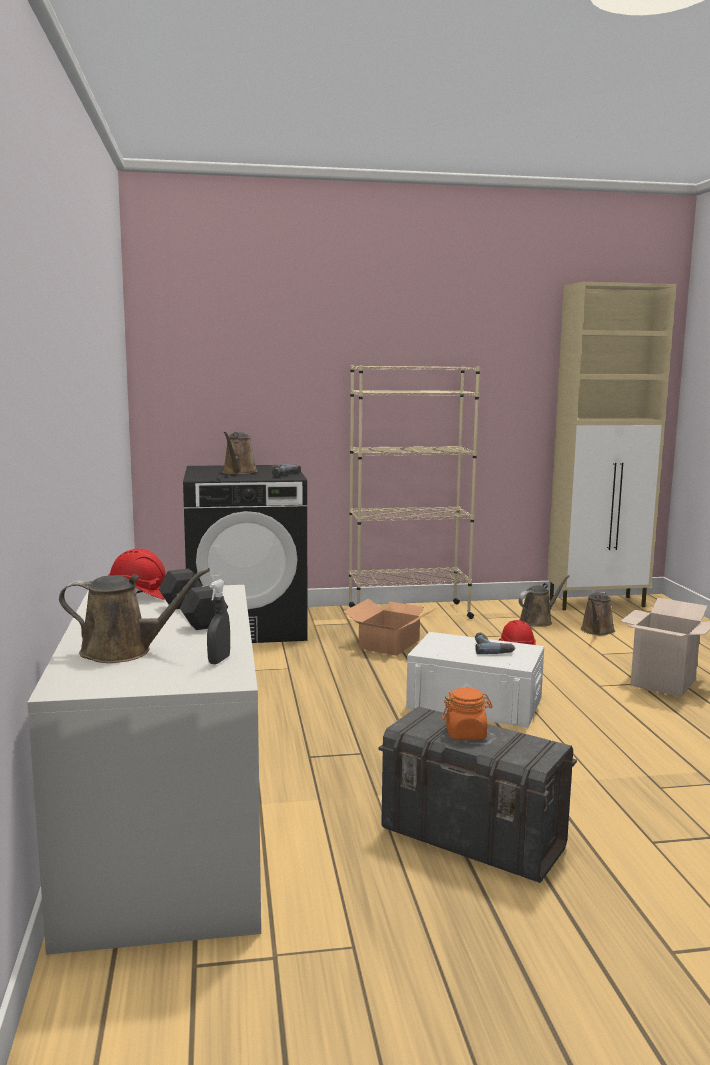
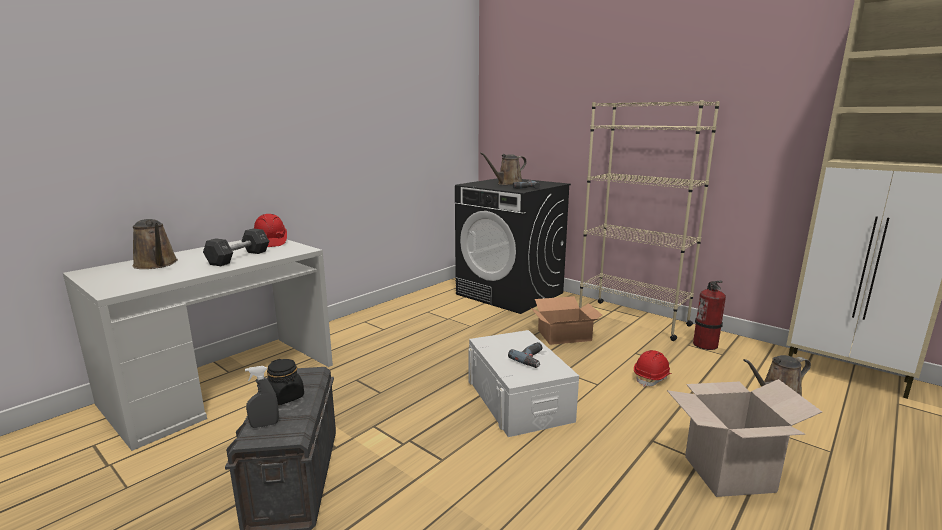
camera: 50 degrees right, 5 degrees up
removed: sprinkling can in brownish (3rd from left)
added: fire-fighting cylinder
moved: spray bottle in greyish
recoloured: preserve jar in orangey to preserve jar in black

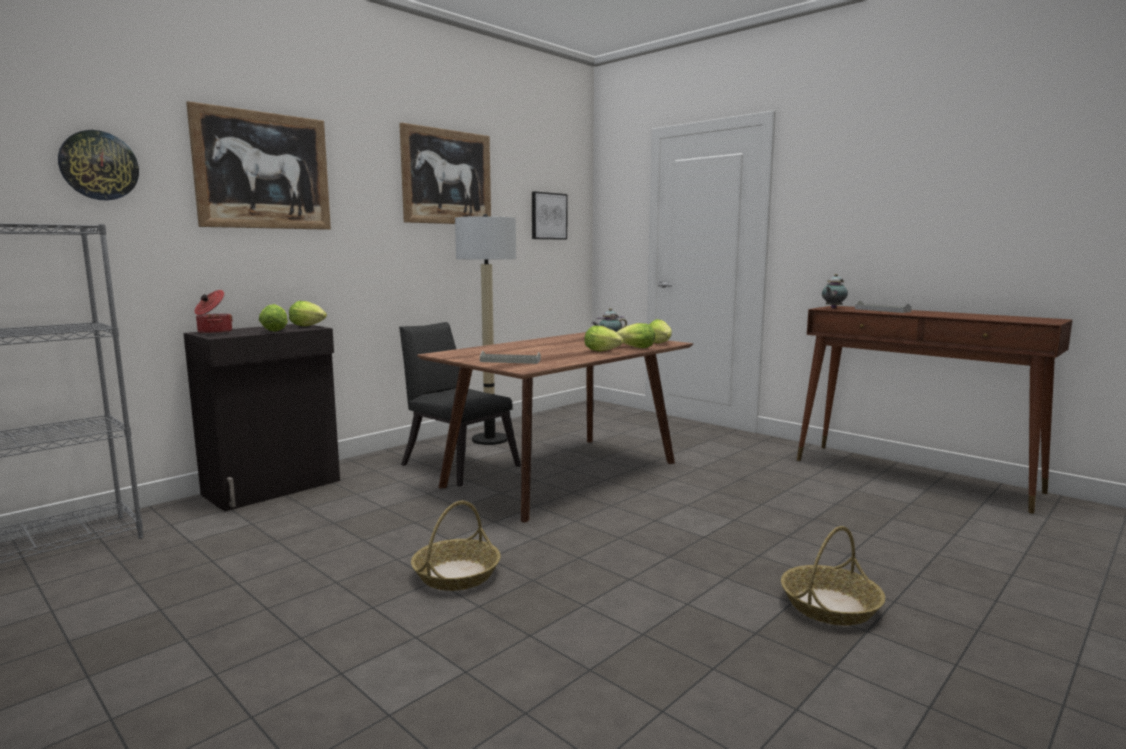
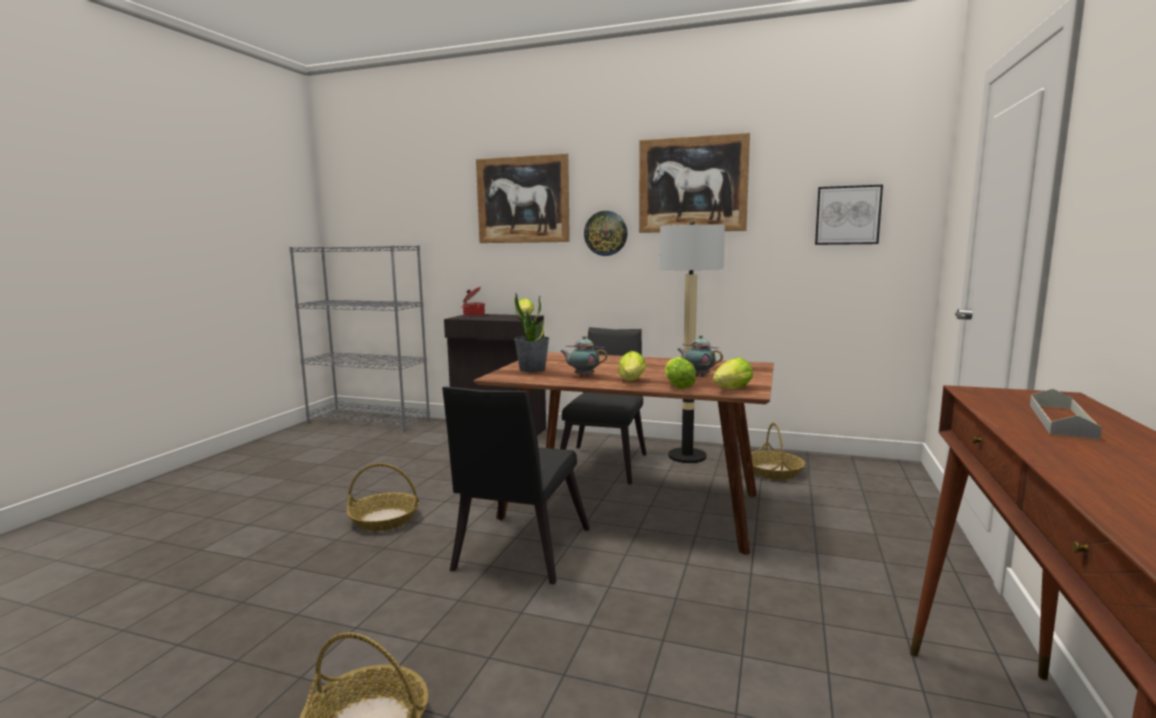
camera: 65 degrees right, 0 degrees up
removed: lettuce head (1st from left)
added: chair in black (1st from left); storage basket (3rd from left)
moved: clock on the wall; pot for tea (2nd from left in the first image) to pot for tea (1st from left)
replaced: carrying tray in greyish (1st from left) to houseplant

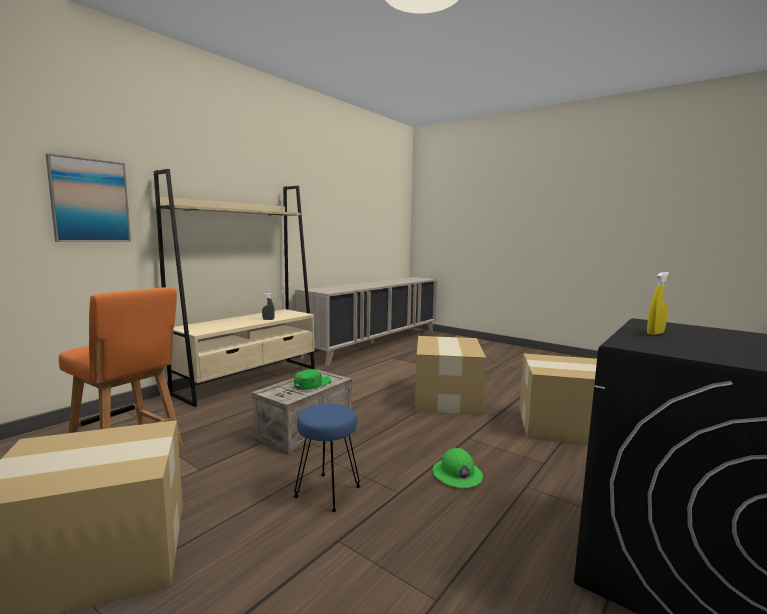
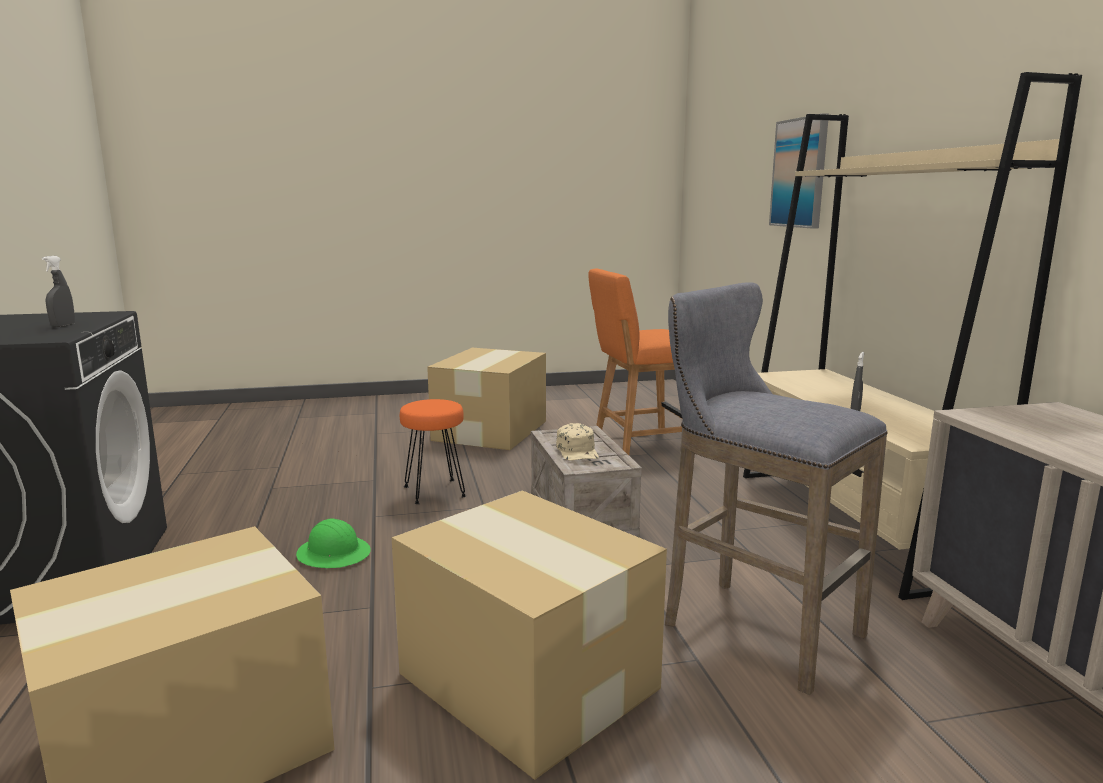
camera: 130 degrees right, 5 degrees up
added: sitting stool in greyish
recoloured: baseball cap in green-coloured to baseball cap in beige-coloured; sitting stool in blue to sitting stool in orangey; spray bottle in yellowish to spray bottle in greyish (1st from left)

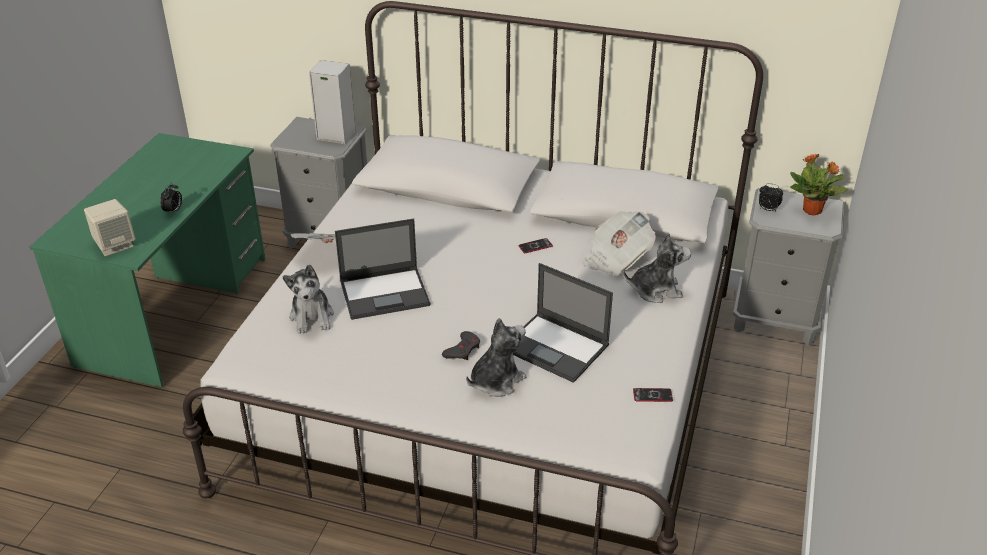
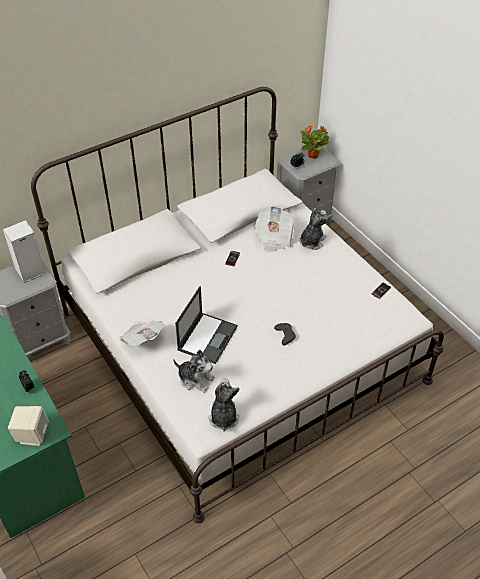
camera: 50 degrees left, 10 degrees up
removed: portable computer (2nd from left)
moved: soft toy (2nd from left)

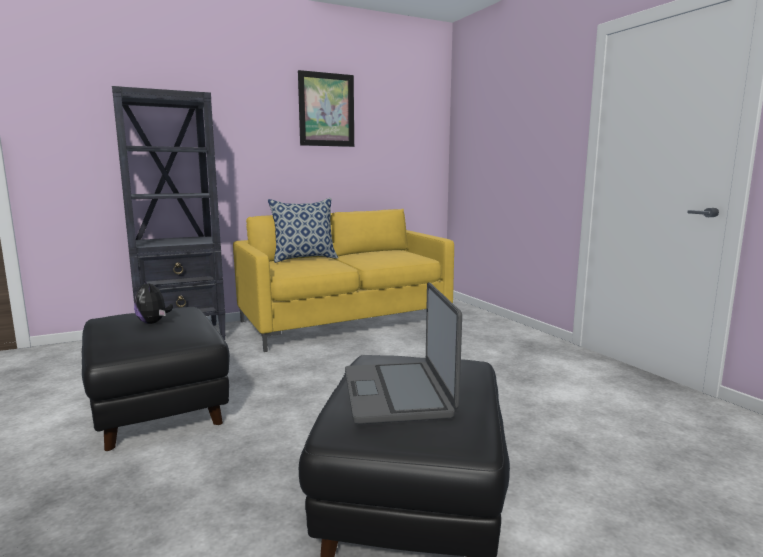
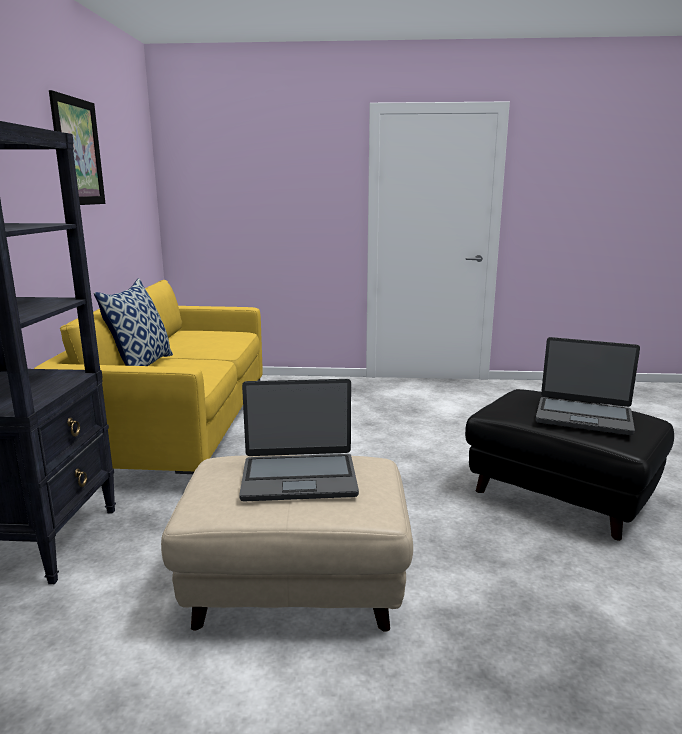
camera: 60 degrees left, 5 degrees up
replaced: soft toy to portable computer (1st from left)
recoloured: ottoman in black (1st from left) to ottoman in beige-coloured

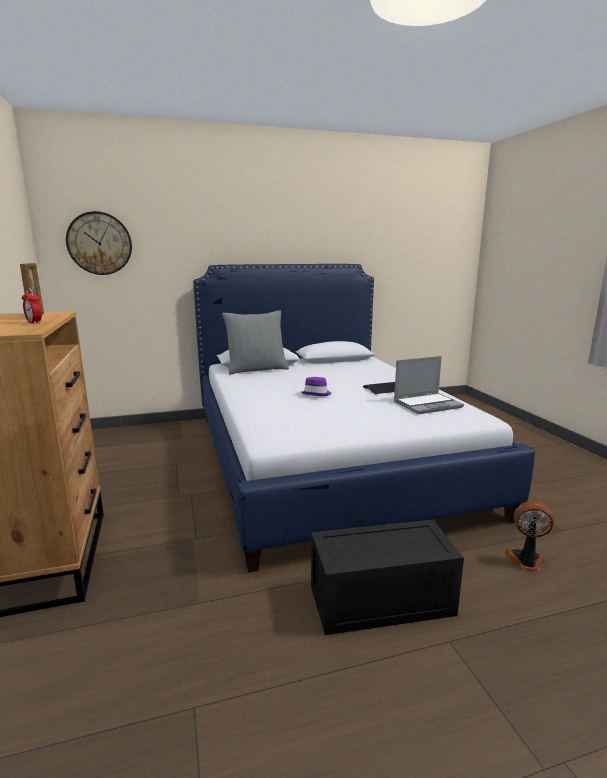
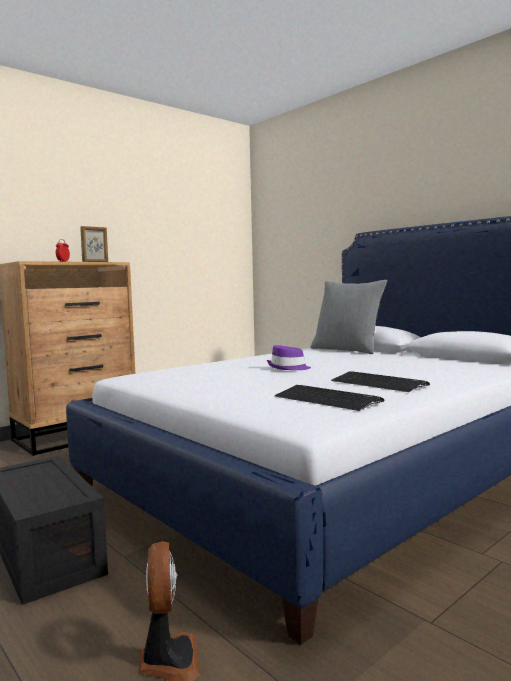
camera: 65 degrees right, 10 degrees down
removed: clock on the wall
replaced: portable computer to PC keyboard (1st from left)

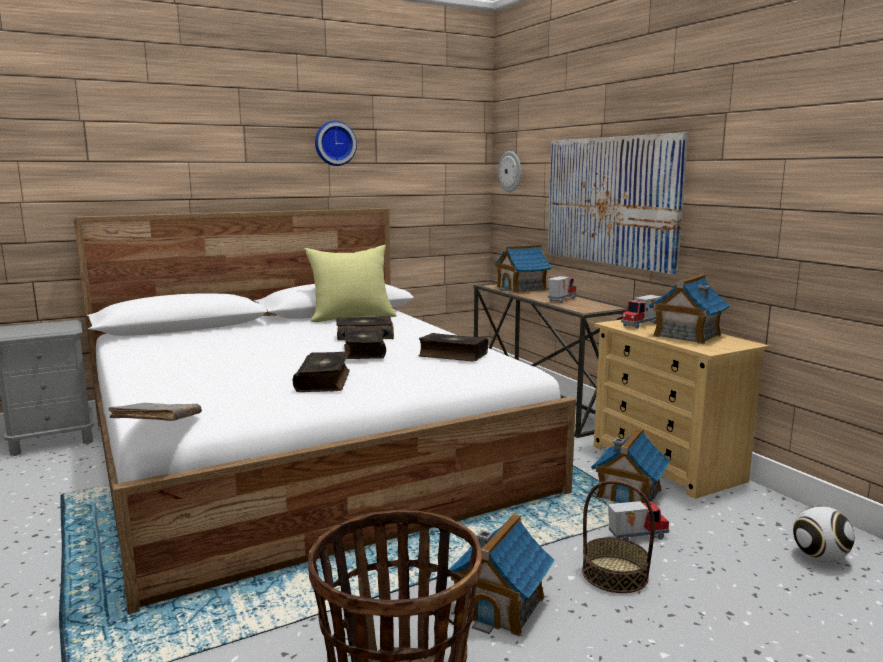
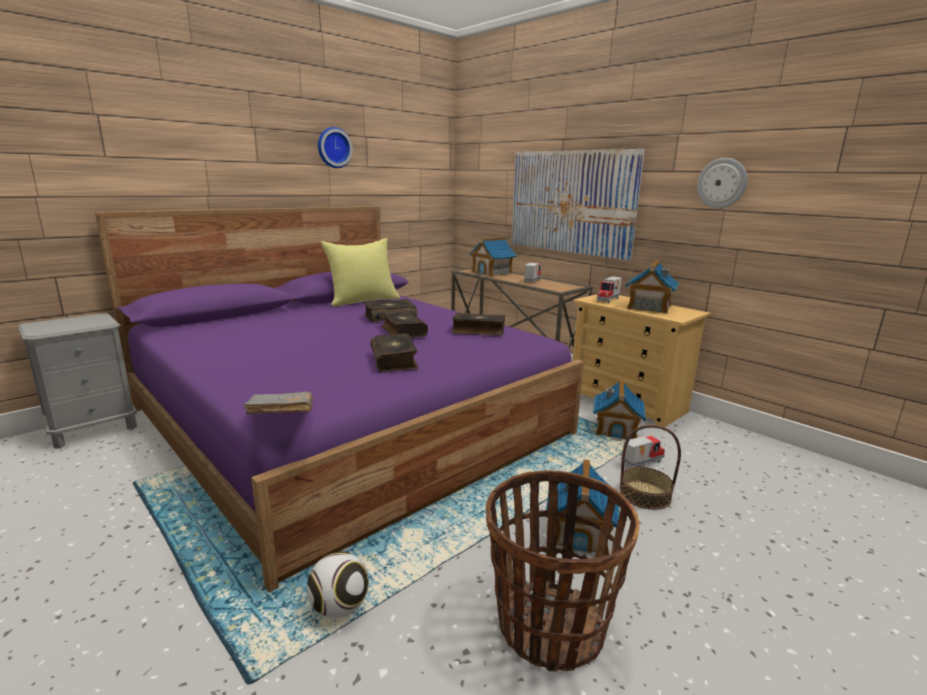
camera: 15 degrees left, 5 degrees up
moved: clock on the wall (2nd from left); ball for football
recoloured: bedroom bed in white to bedroom bed in purple-coloured

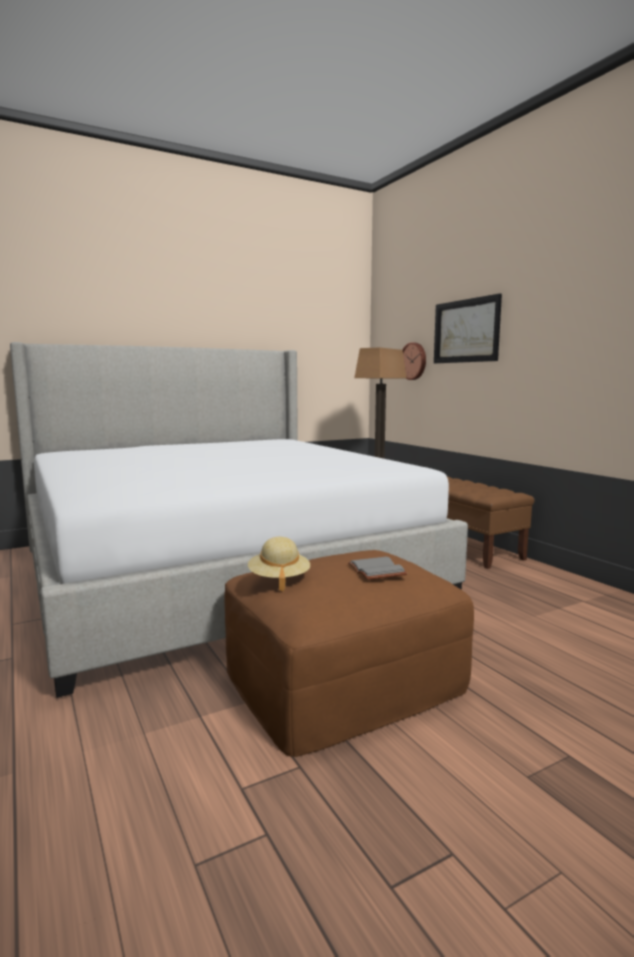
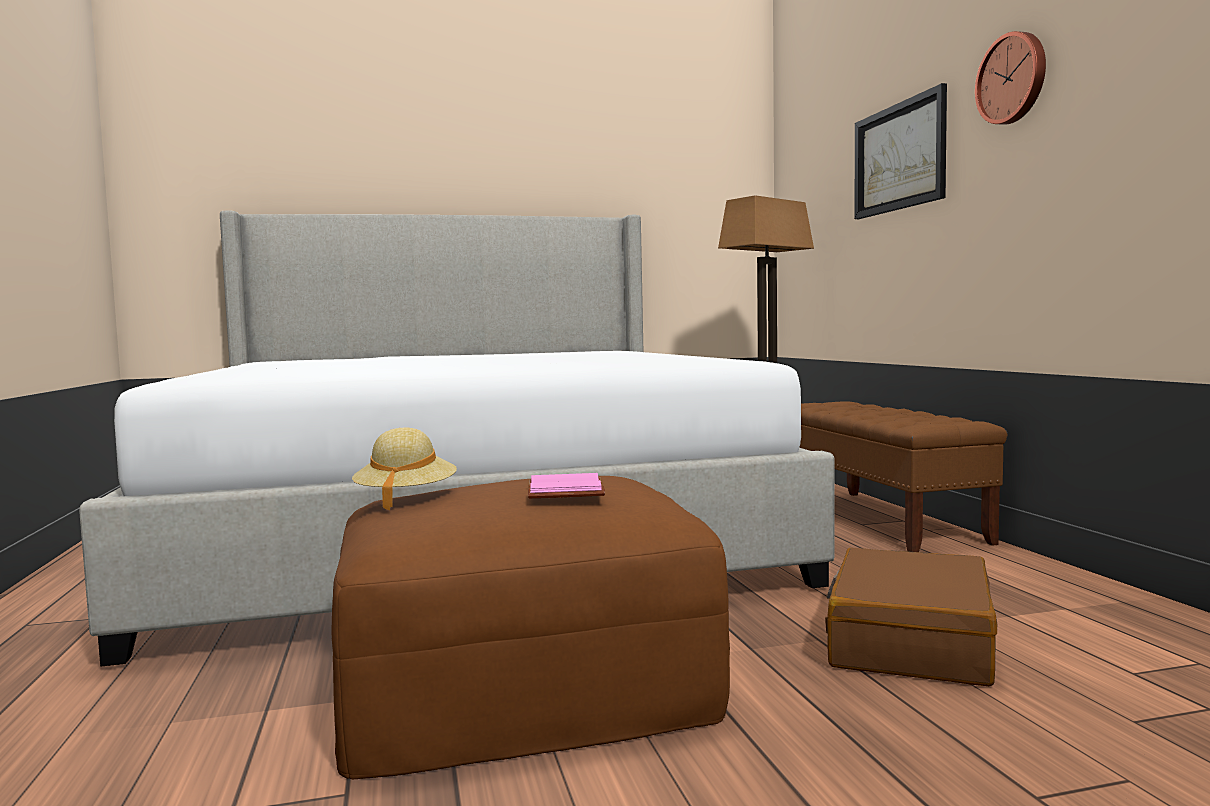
camera: 15 degrees right, 5 degrees down
added: travel case in brownish
moved: clock on the wall
recoloured: bound book in greyish to bound book in pink-coloured

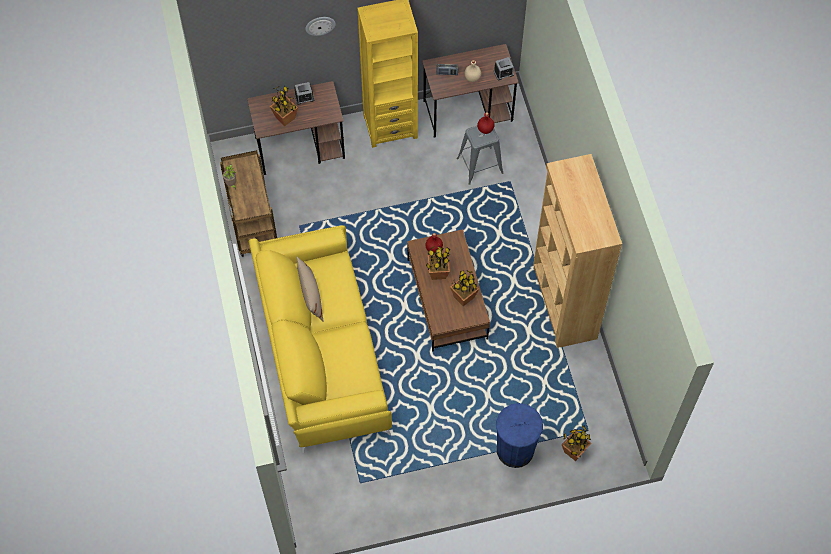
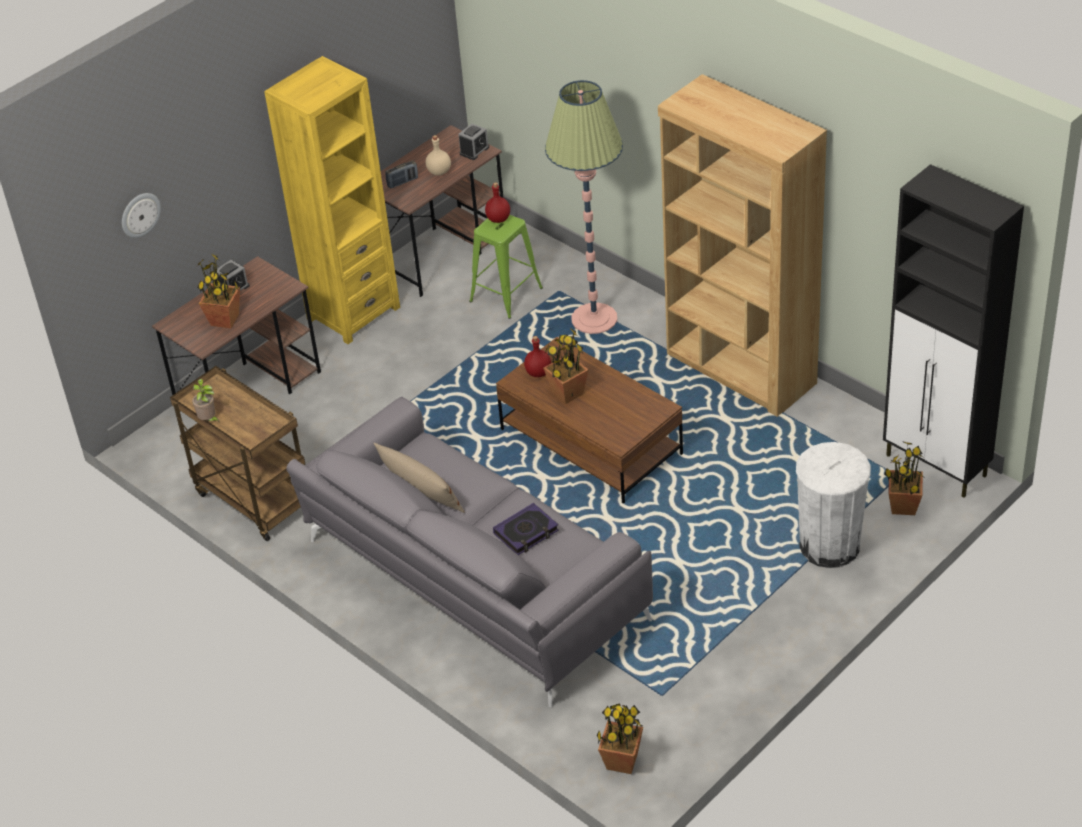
camera: 30 degrees left, 20 degrees down
added: bound book; standard lamp; storage cabinet in black
moved: clock on the wall; houseplant (4th from left)
recoloured: settee in yellowish to settee in greyish; sitting stool in greyish to sitting stool in green-coloured; waste bin in blue to waste bin in white

